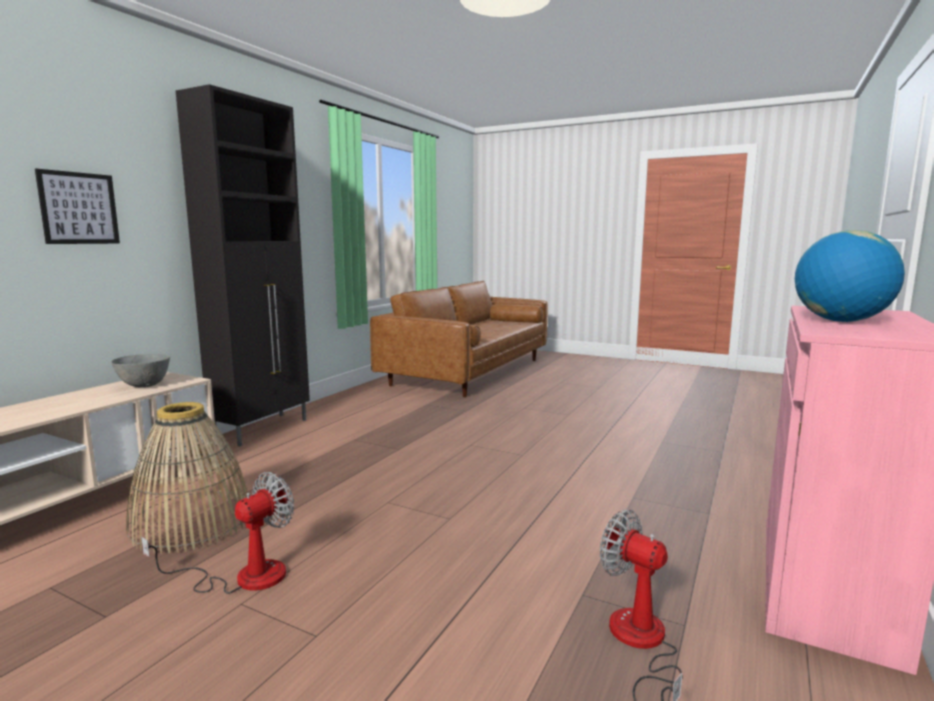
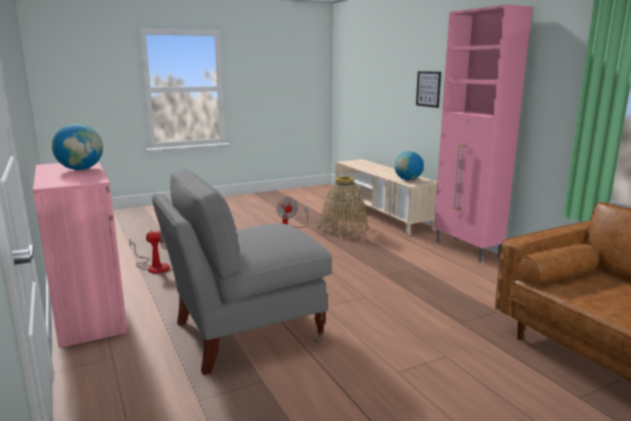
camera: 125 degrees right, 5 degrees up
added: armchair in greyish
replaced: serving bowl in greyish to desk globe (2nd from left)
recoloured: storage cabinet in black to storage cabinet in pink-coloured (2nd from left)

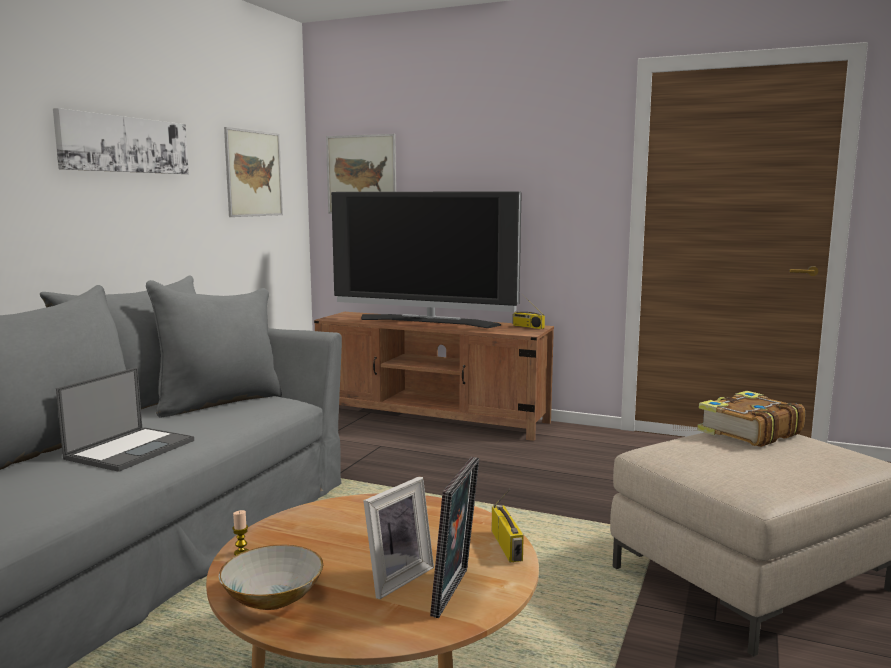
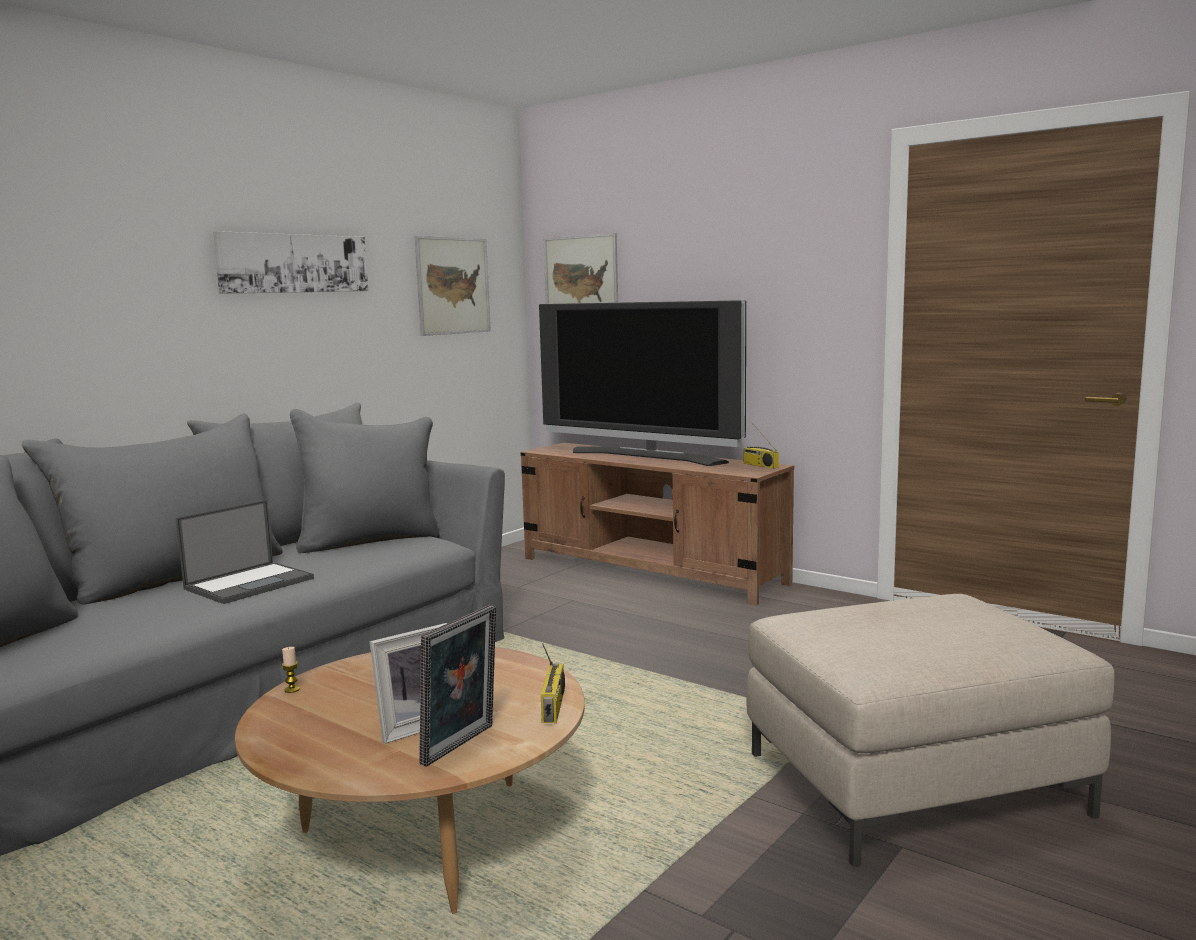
camera: 15 degrees right, 0 degrees up
removed: serving bowl; bound book

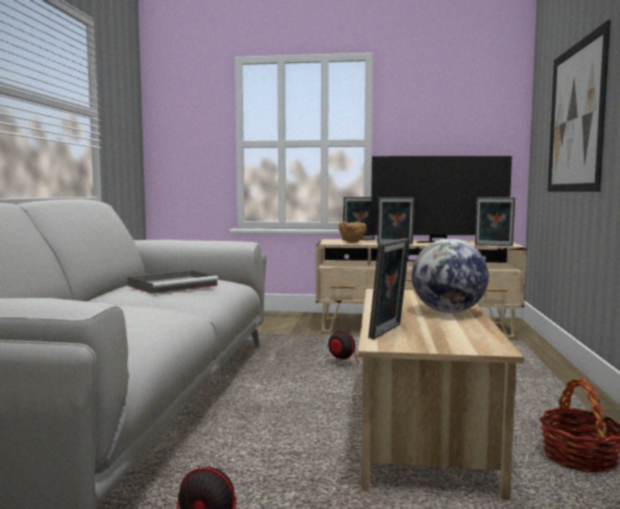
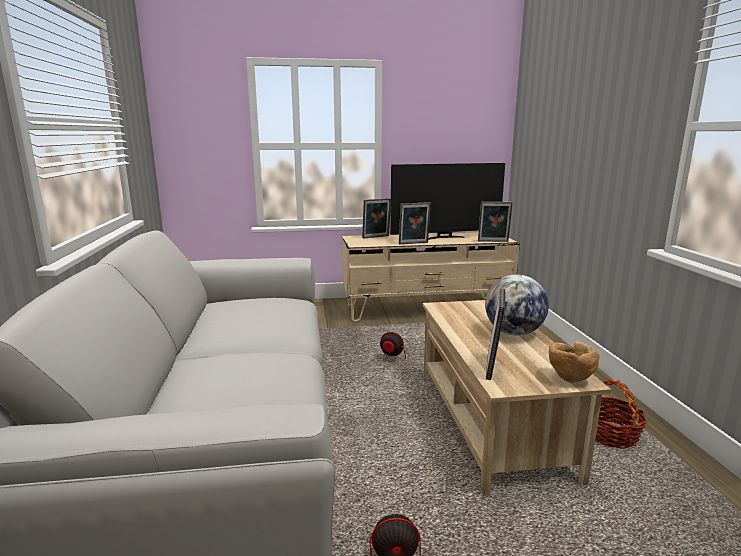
camera: 15 degrees left, 10 degrees up
removed: carrying tray in greyish; wall art
moved: serving bowl in brownish

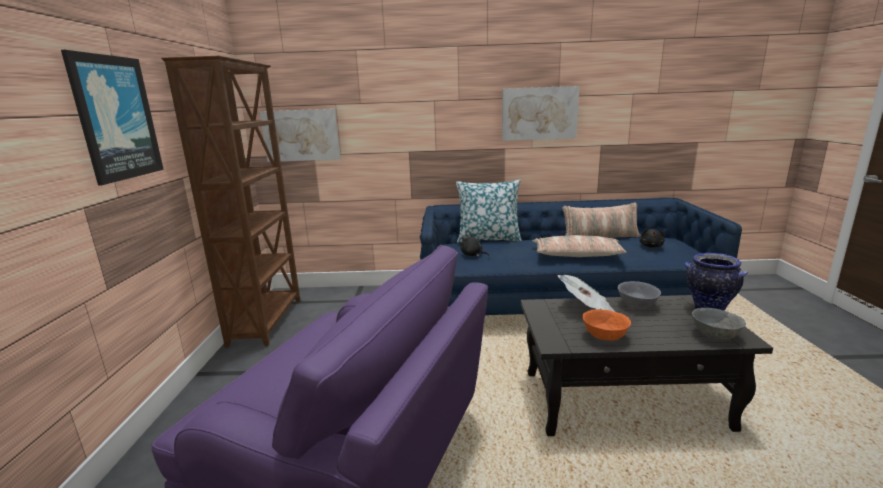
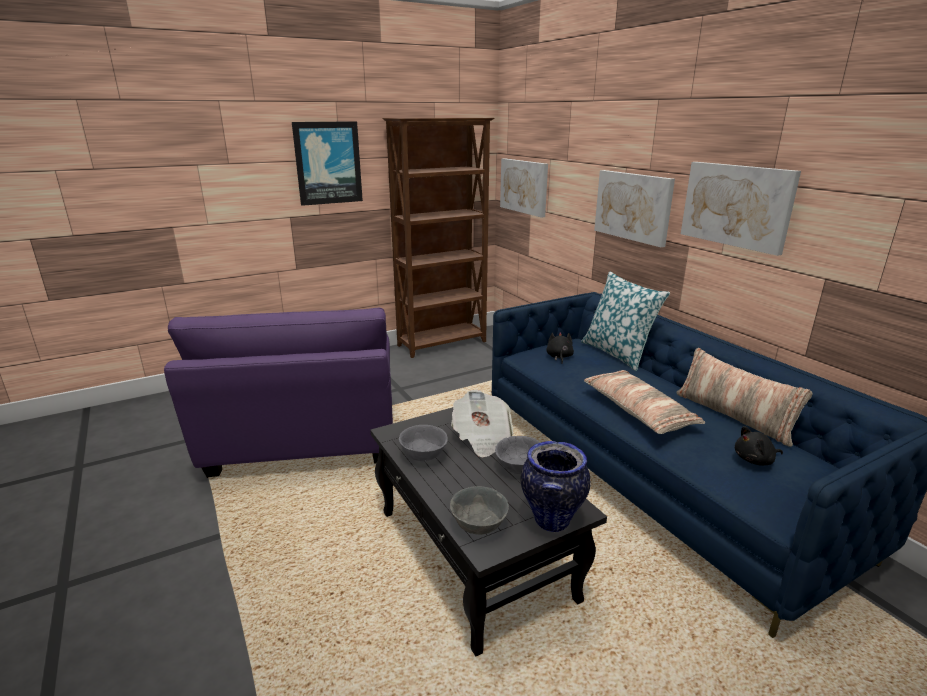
camera: 60 degrees right, 5 degrees up
added: wall art (3rd from left)
recoloured: serving bowl in orangey to serving bowl in greyish (1st from left)

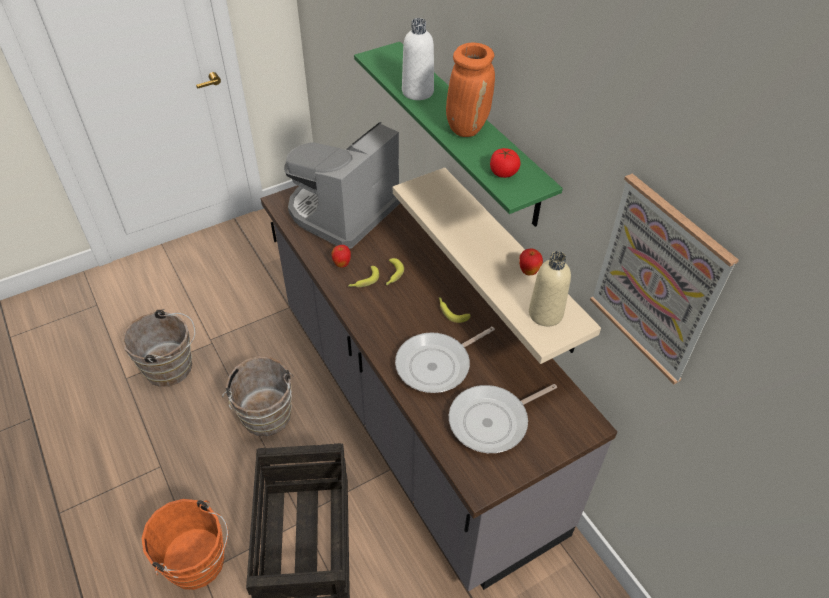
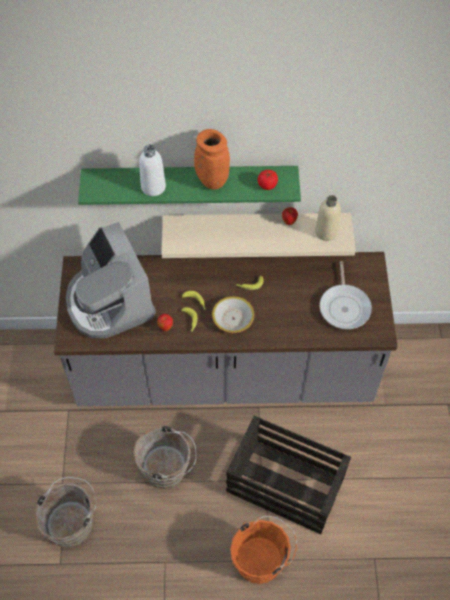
camera: 60 degrees left, 10 degrees up
removed: frying pan (1st from left); wall art
added: serving bowl

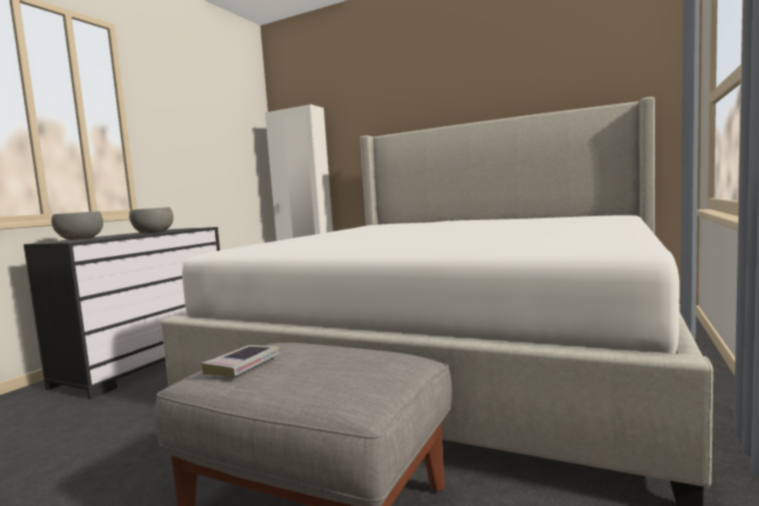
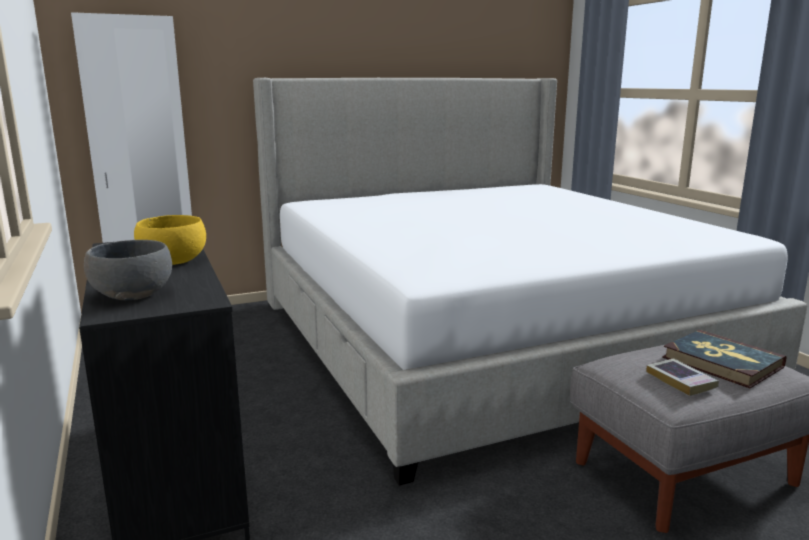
camera: 50 degrees left, 10 degrees up
added: bound book (2nd from left)
recoloured: serving bowl in greyish (2nd from left) to serving bowl in yellowish

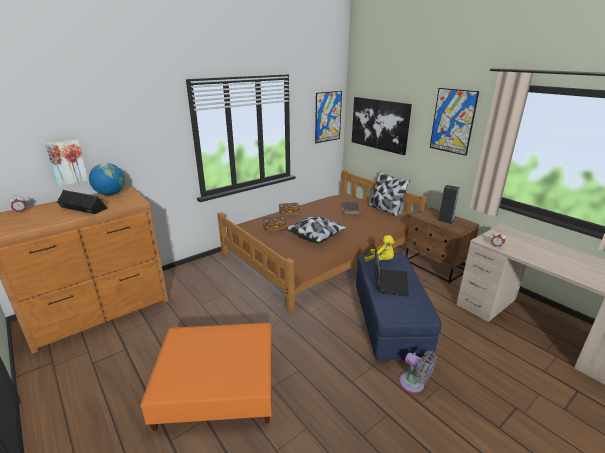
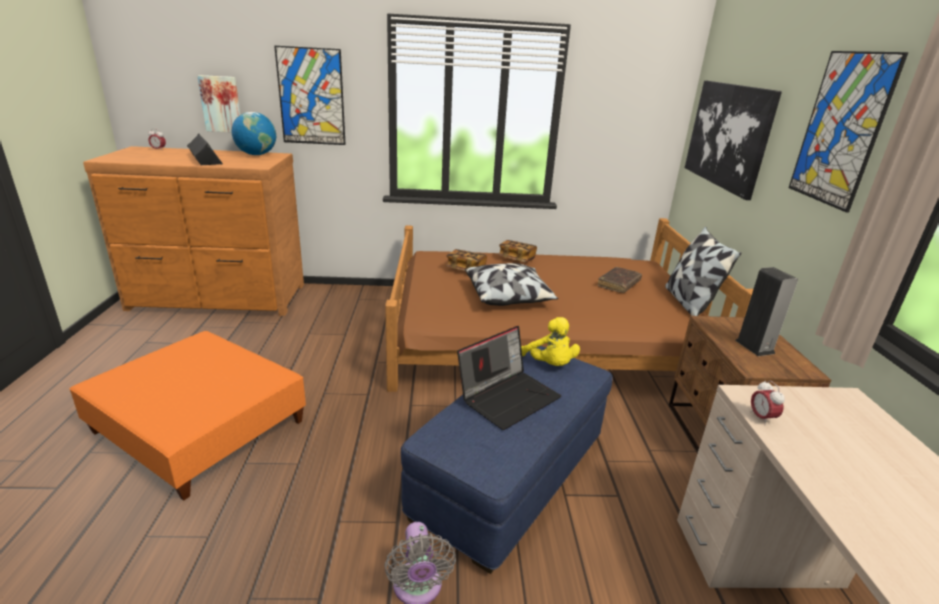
camera: 35 degrees right, 0 degrees up
moved: wall art (2nd from left)

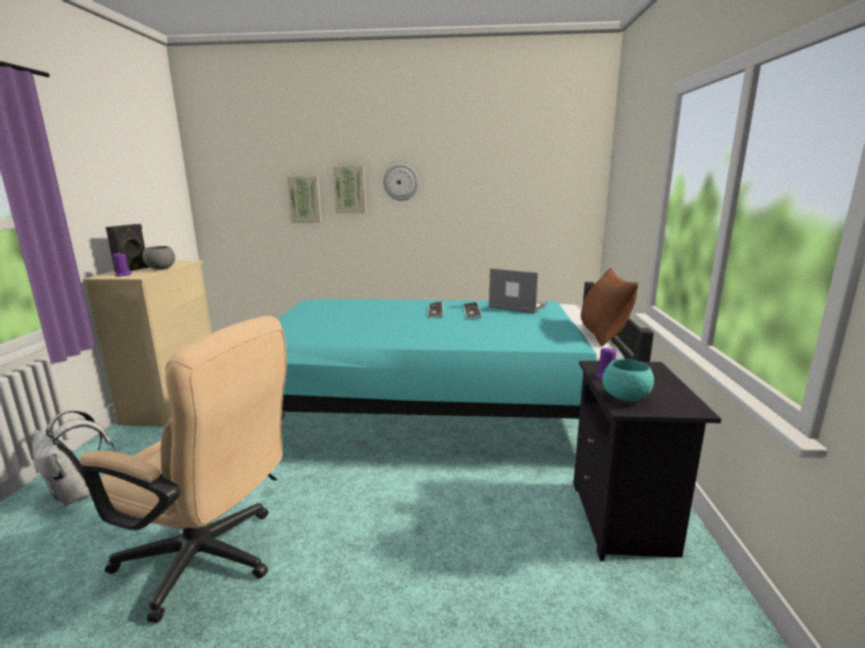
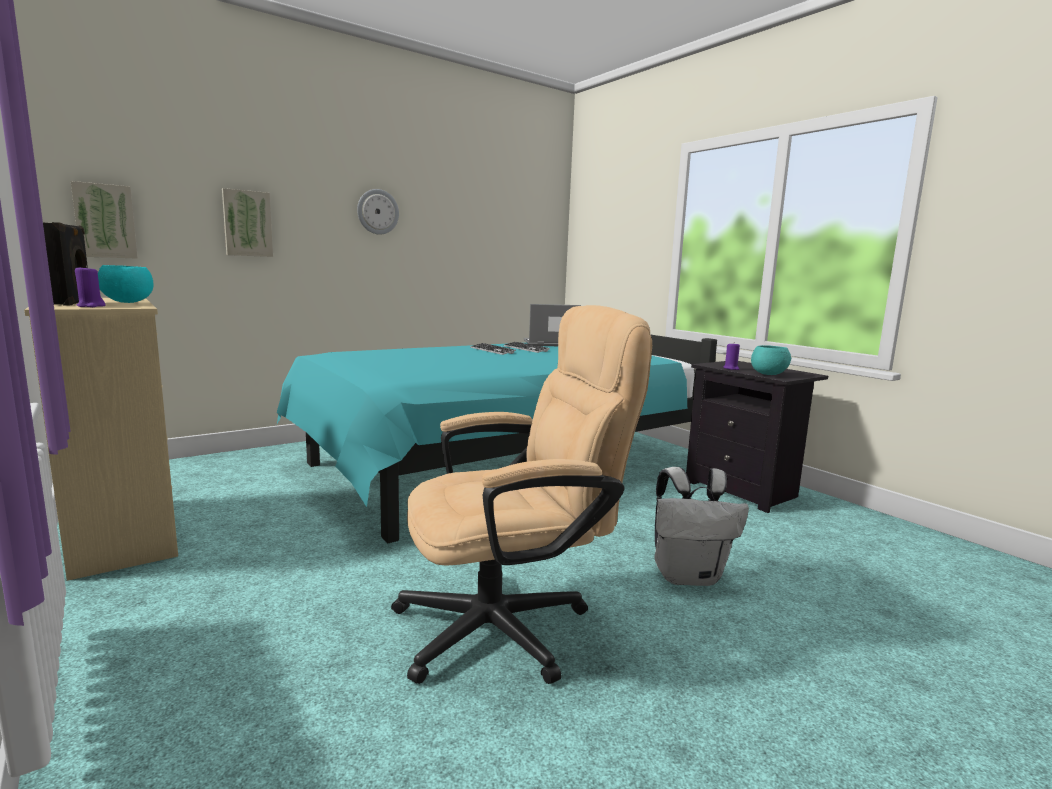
camera: 40 degrees left, 5 degrees down
removed: cushion in brownish
moved: rucksack in white; wall art (2nd from left in the first image) to wall art (1st from left)
recoloured: serving bowl in greyish to serving bowl in blue-green (1st from left)

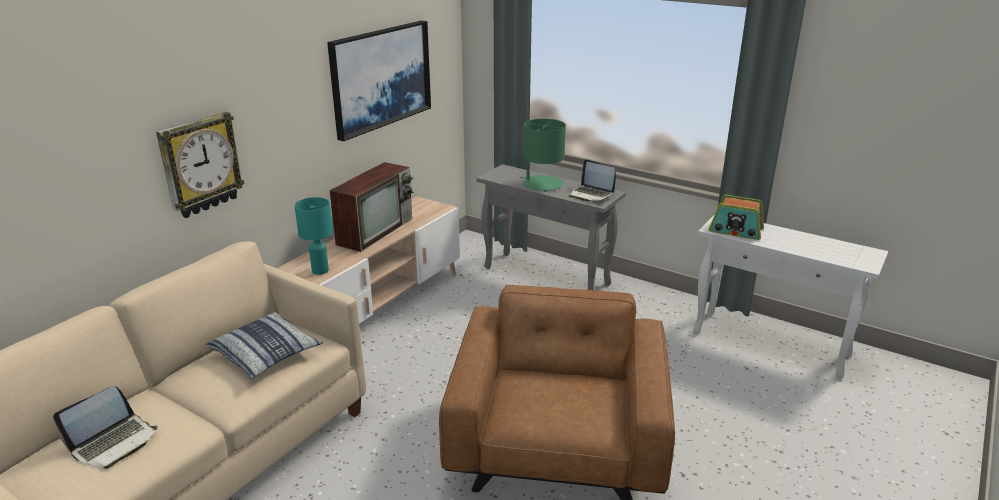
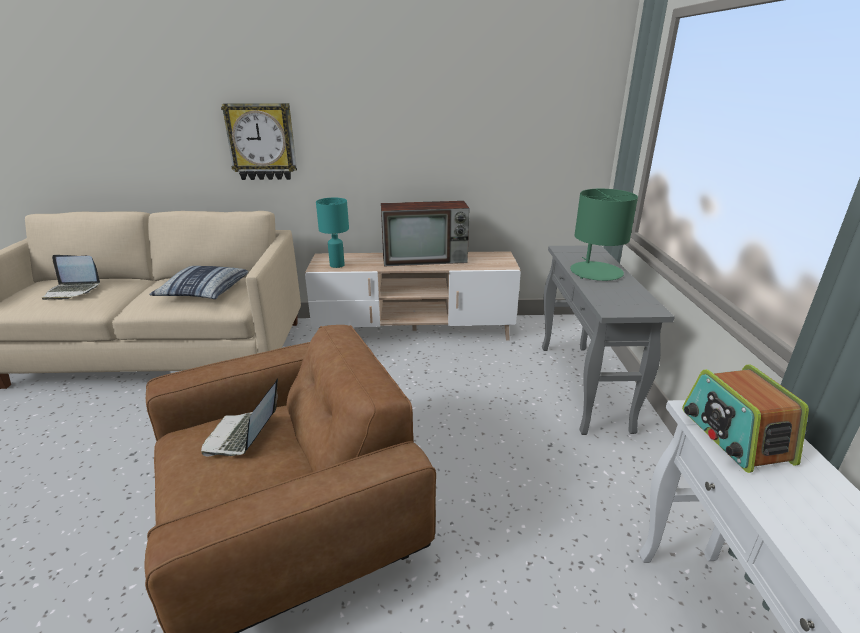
camera: 55 degrees right, 0 degrees up
removed: wall art
moved: portable computer (2nd from left)

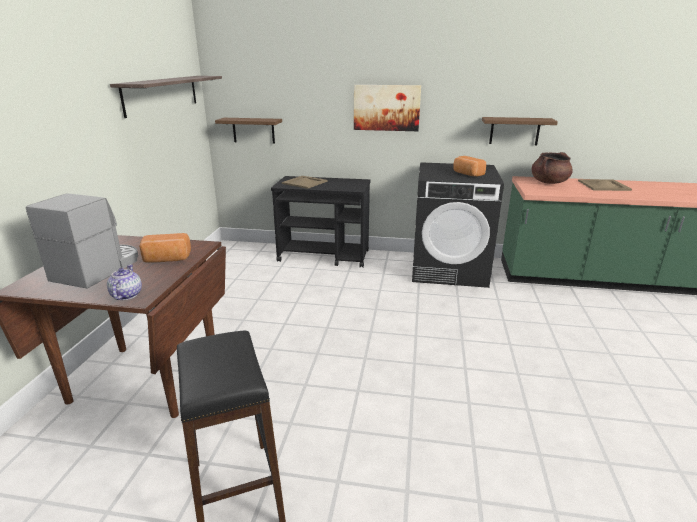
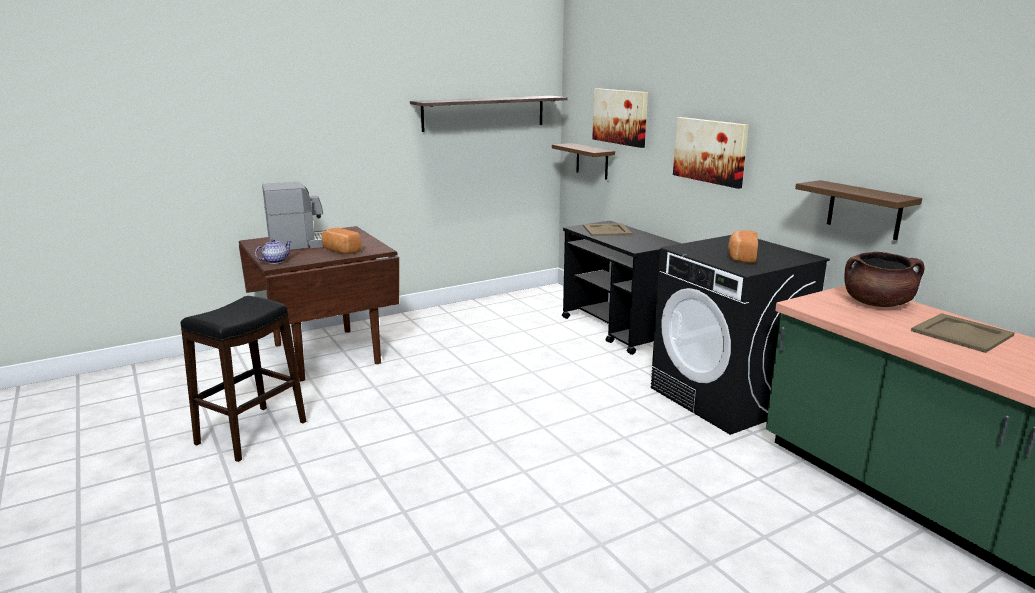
camera: 50 degrees right, 5 degrees down
added: wall art (1st from left)

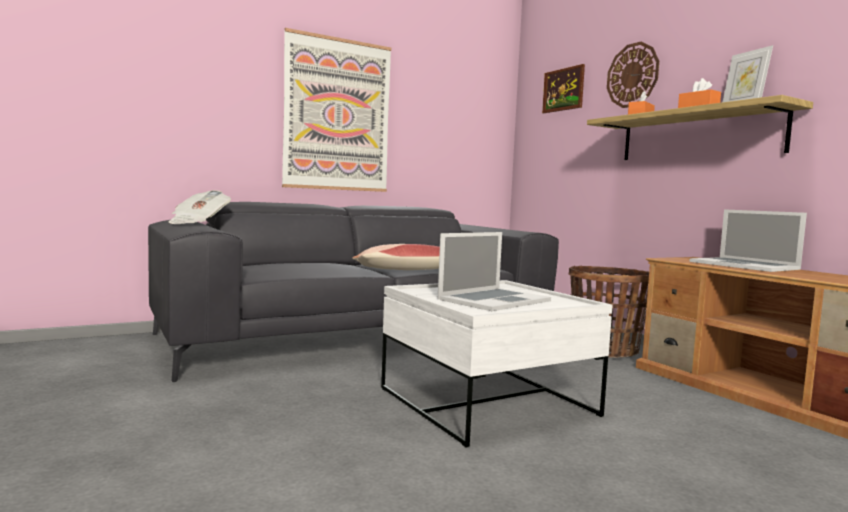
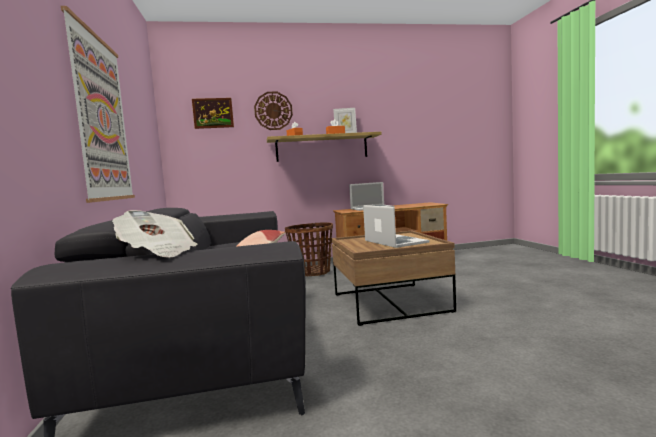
camera: 70 degrees left, 0 degrees up
recoloured: low table in white to low table in brownish

